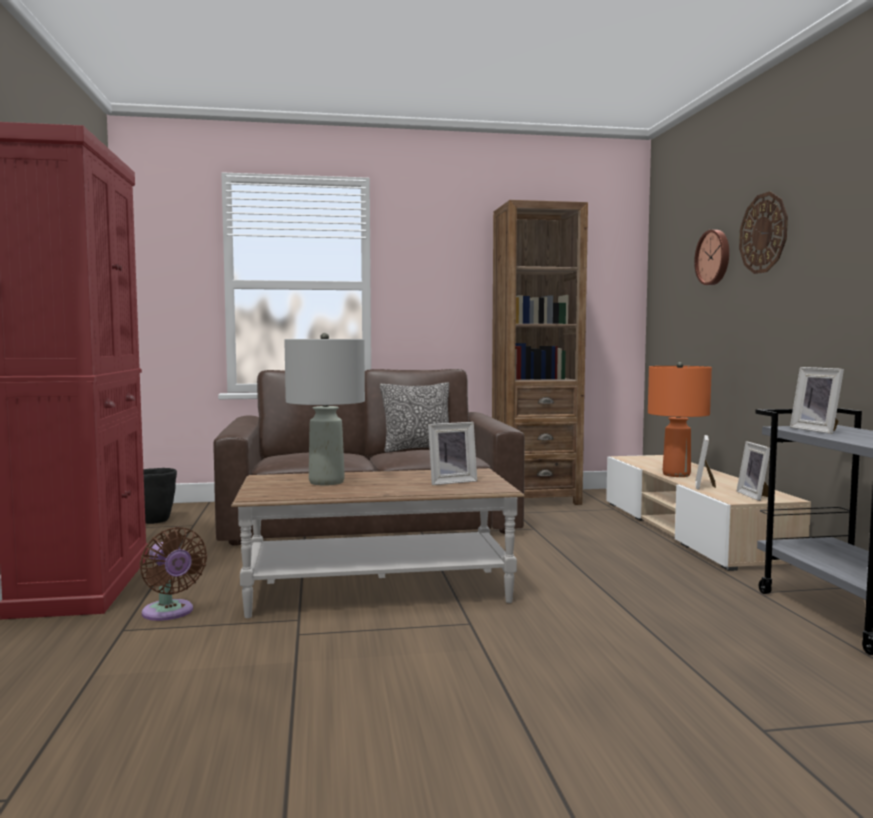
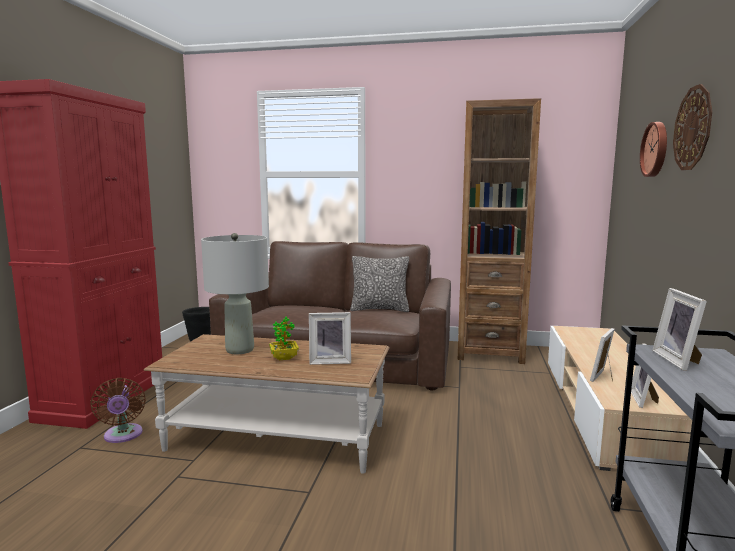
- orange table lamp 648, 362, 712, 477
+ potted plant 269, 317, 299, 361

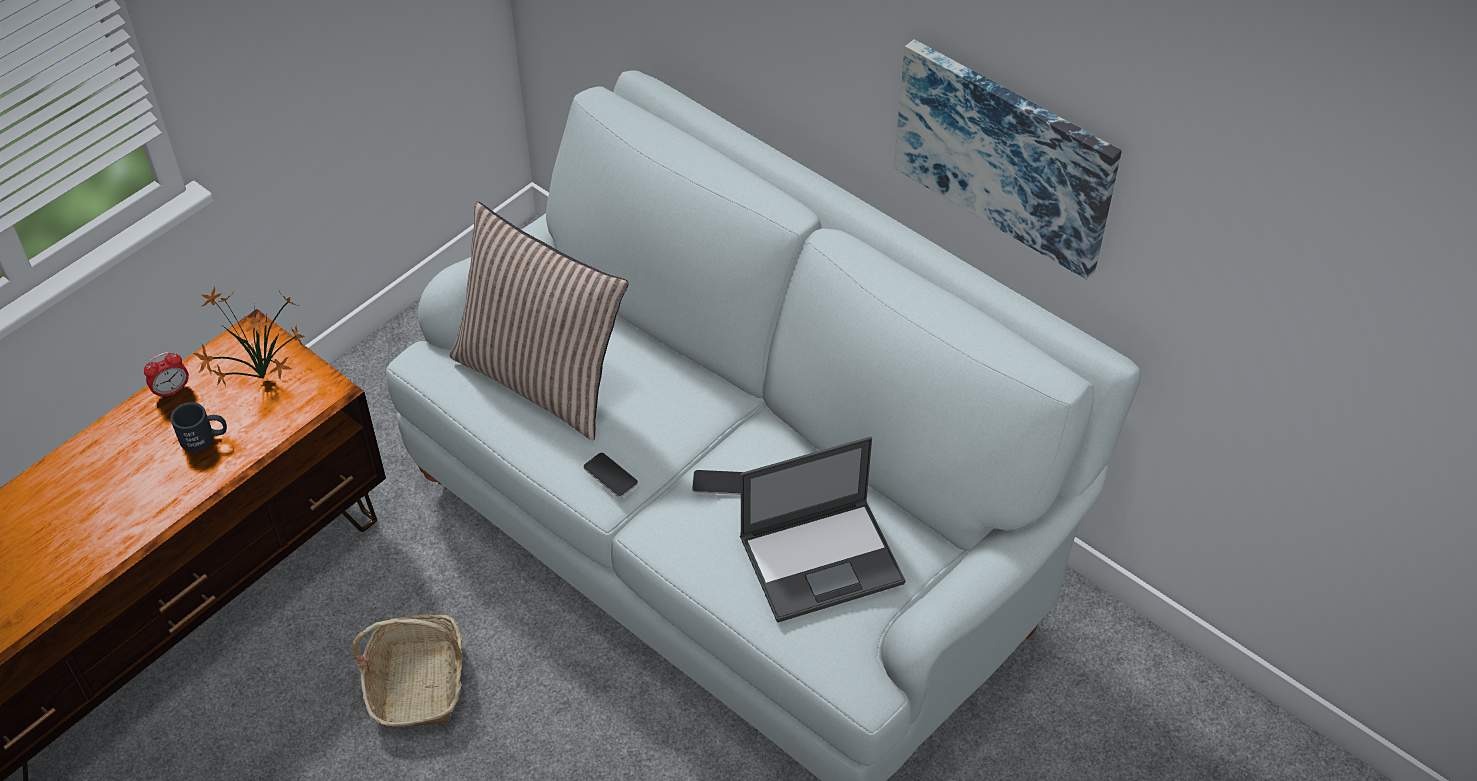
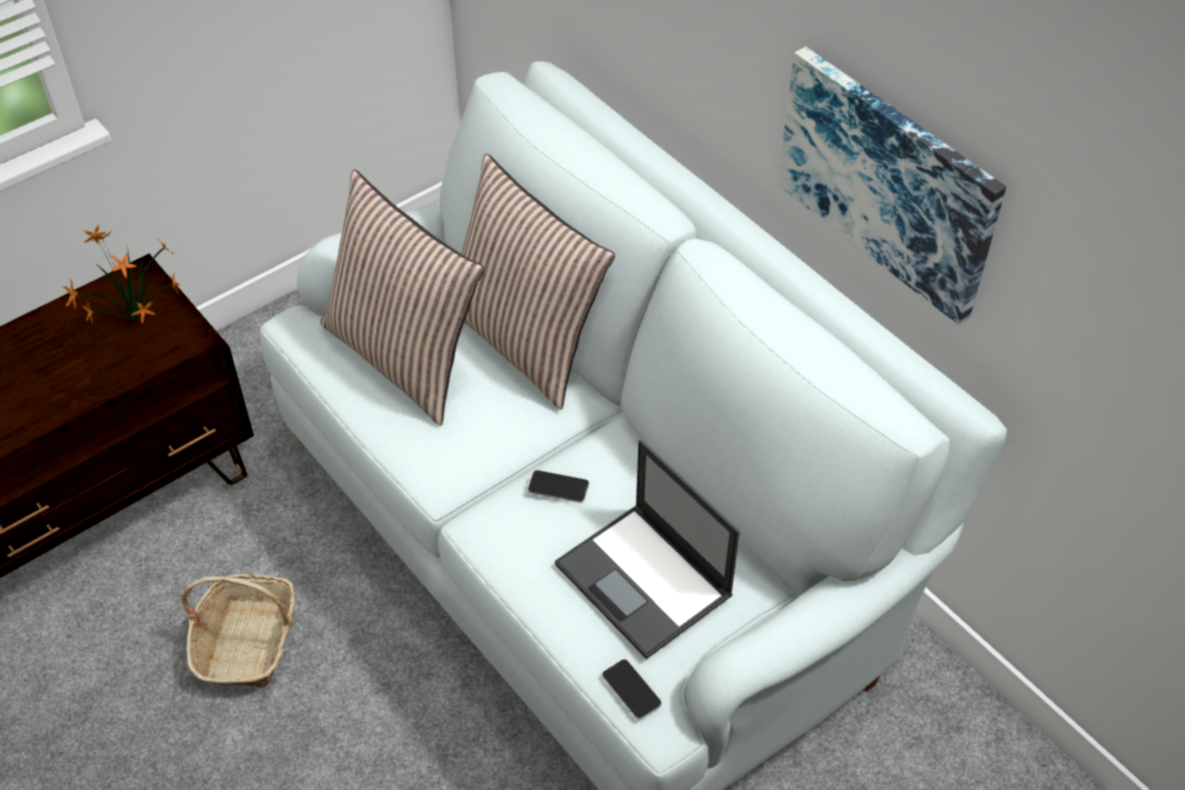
- alarm clock 144, 352, 189, 399
- black mug 170, 402, 227, 452
~ phone 583, 452, 638, 498 to 602, 659, 662, 720
~ laptop 740, 436, 906, 622 = 555, 439, 740, 659 60 degrees clockwise
+ pillow 462, 153, 615, 410

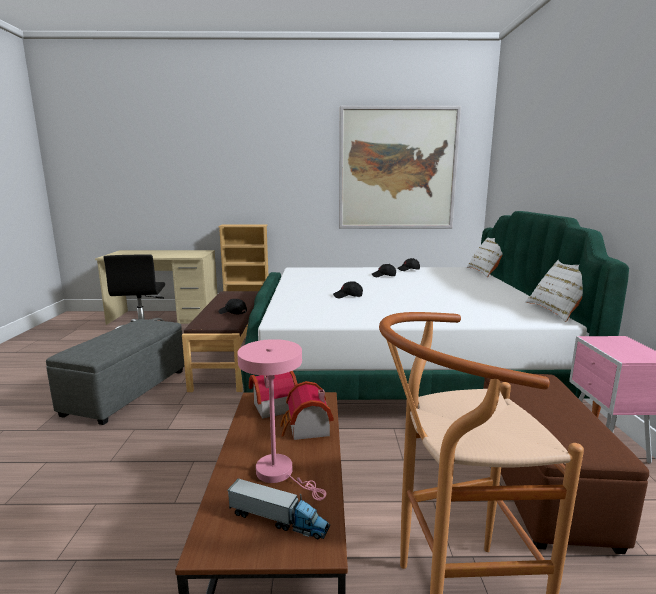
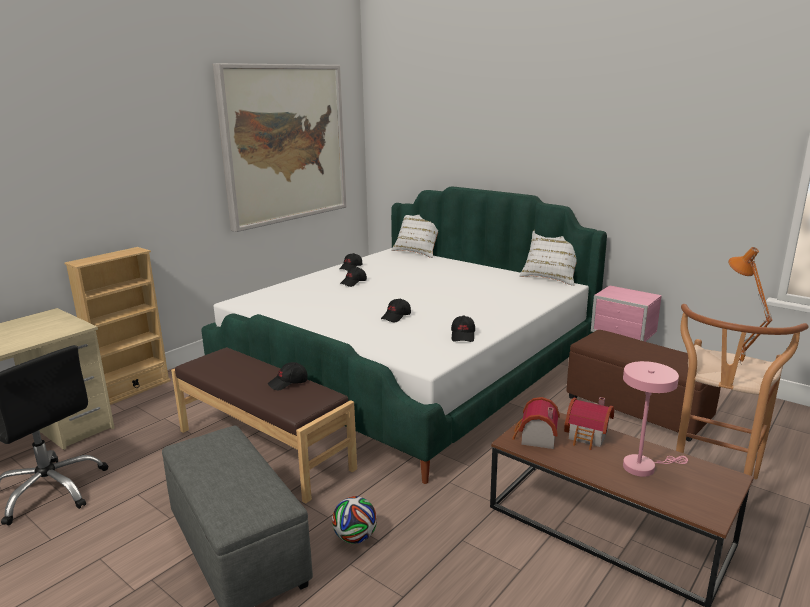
- toy truck 228, 478, 330, 539
+ football 332, 496, 377, 544
+ black cap 451, 315, 475, 342
+ orange table lamp 728, 247, 772, 363

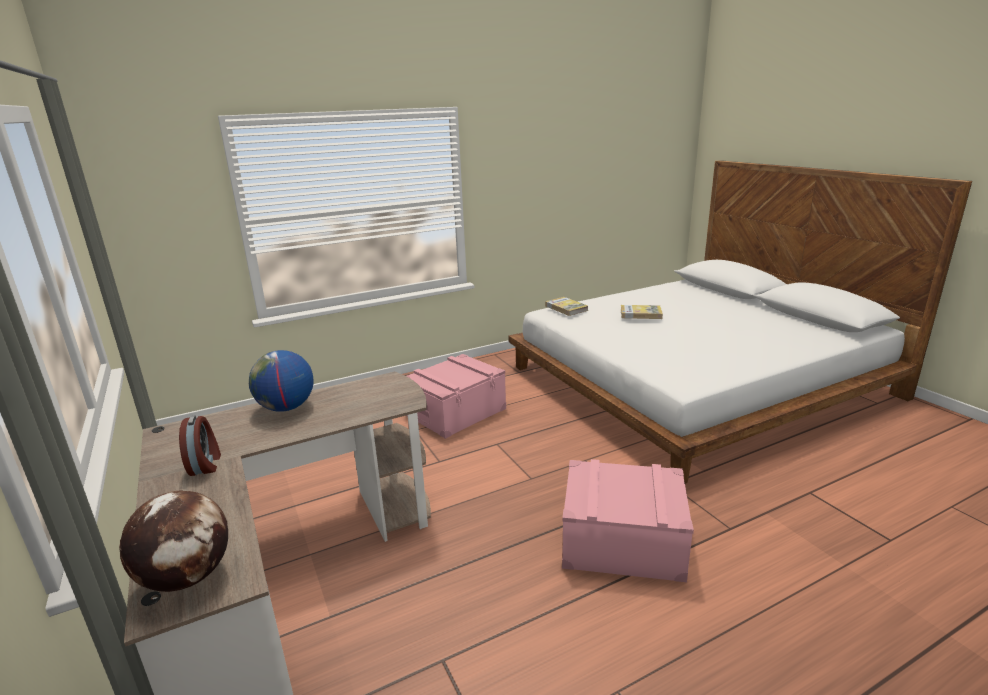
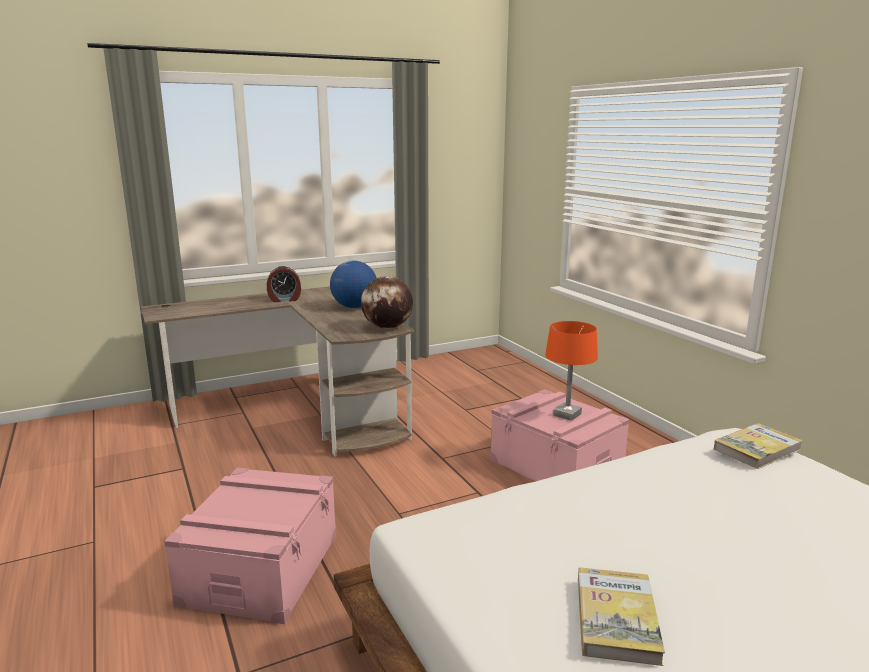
~ globe 119, 490, 228, 592 to 361, 276, 413, 329
~ book 621, 305, 663, 319 to 578, 567, 665, 666
+ orange table lamp 545, 321, 598, 421

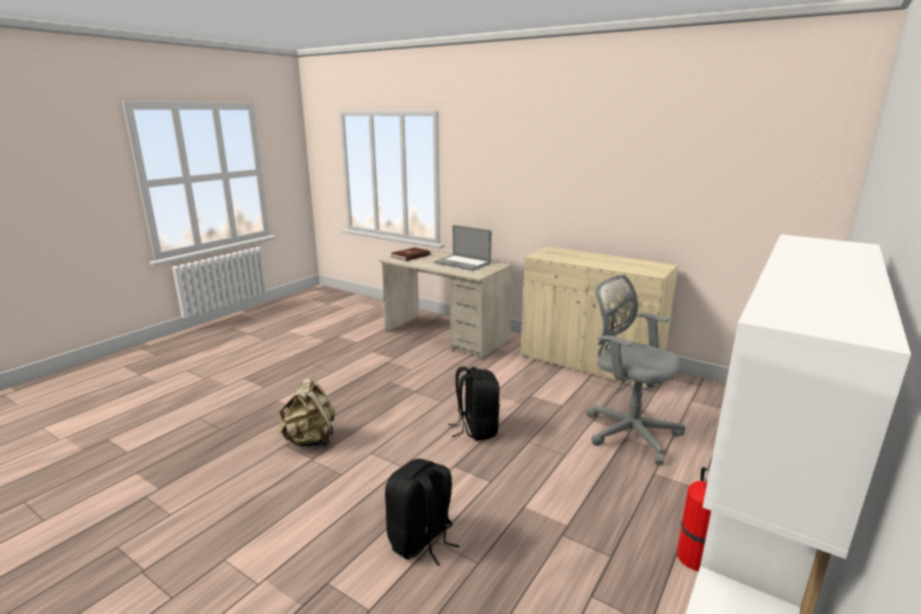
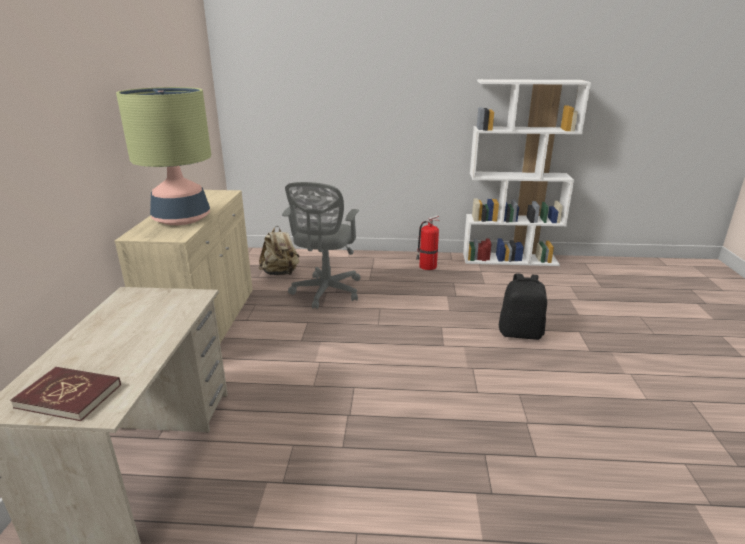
~ beige backpack 278, 379, 335, 447 to 259, 226, 300, 275
- laptop 434, 225, 492, 271
- black backpack 448, 367, 500, 441
+ table lamp 116, 87, 211, 225

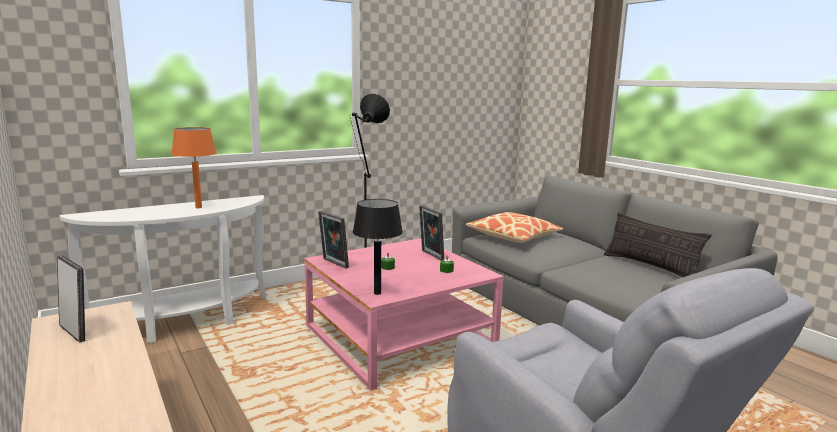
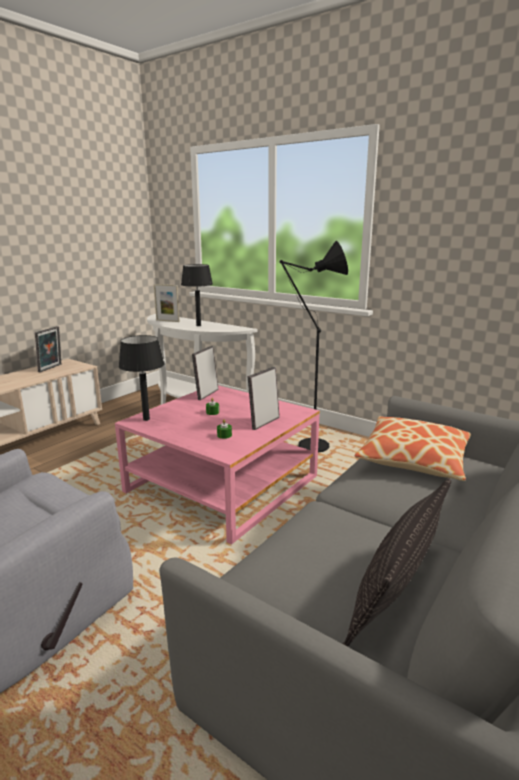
~ orange table lamp 171, 127, 217, 208 to black table lamp 181, 264, 213, 326
+ picture frame 154, 284, 180, 322

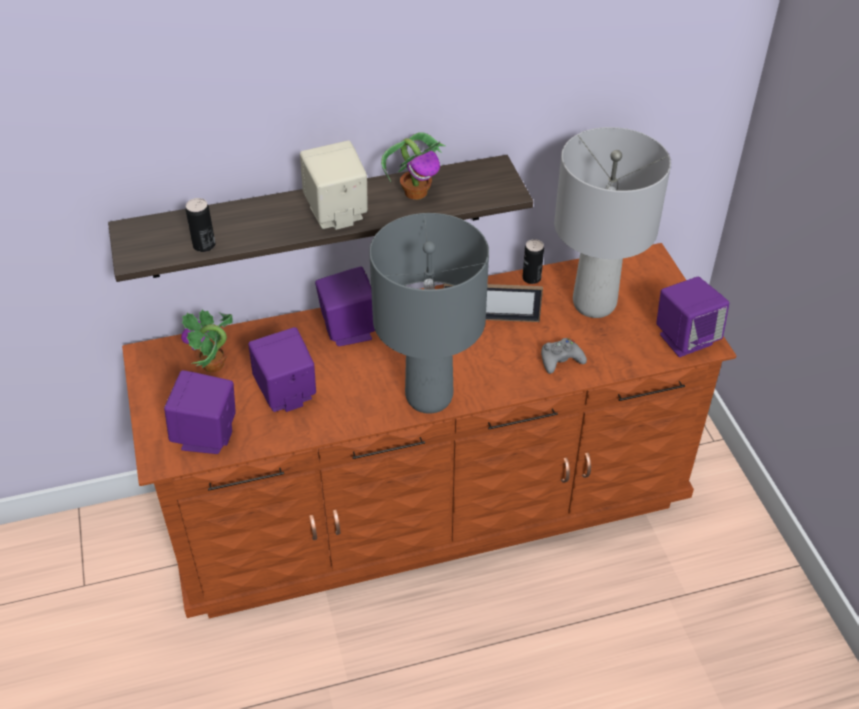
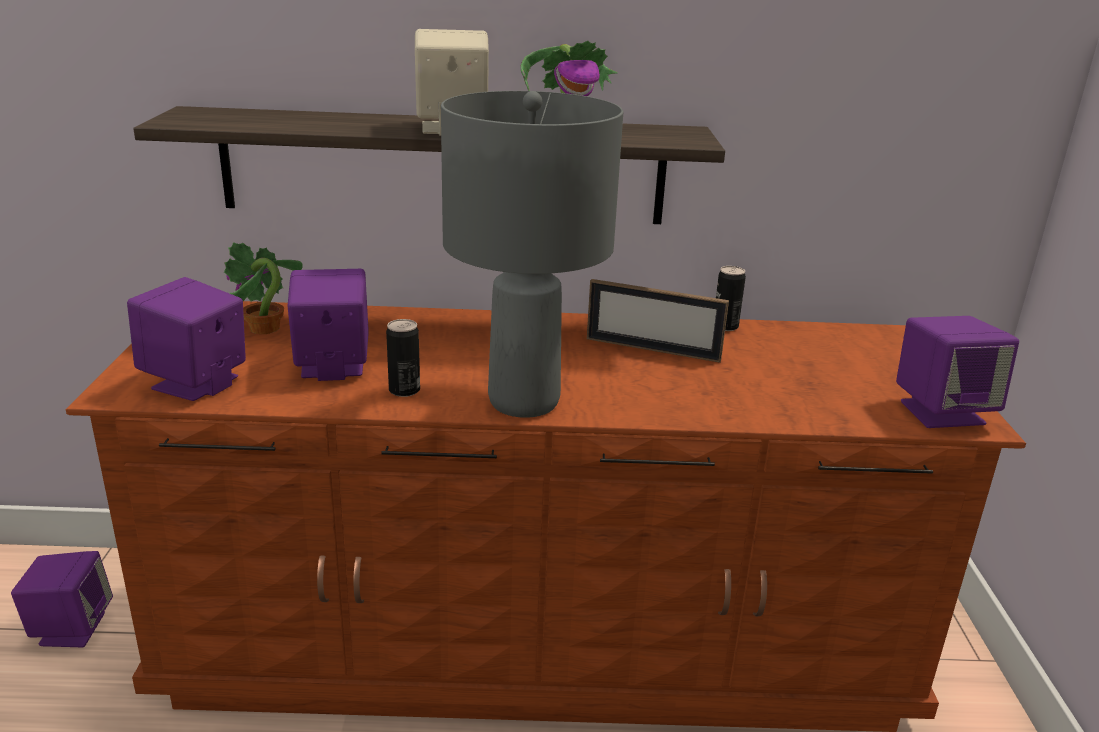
~ can 186, 198, 215, 252 to 386, 319, 420, 397
~ purple speaker 315, 267, 375, 346 to 11, 551, 113, 647
- grey game controller 541, 338, 587, 374
- grey table lamp 554, 127, 671, 318

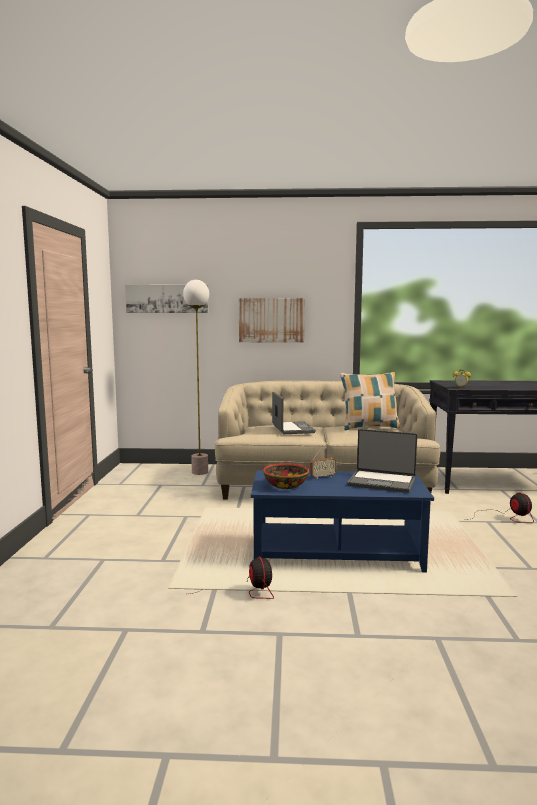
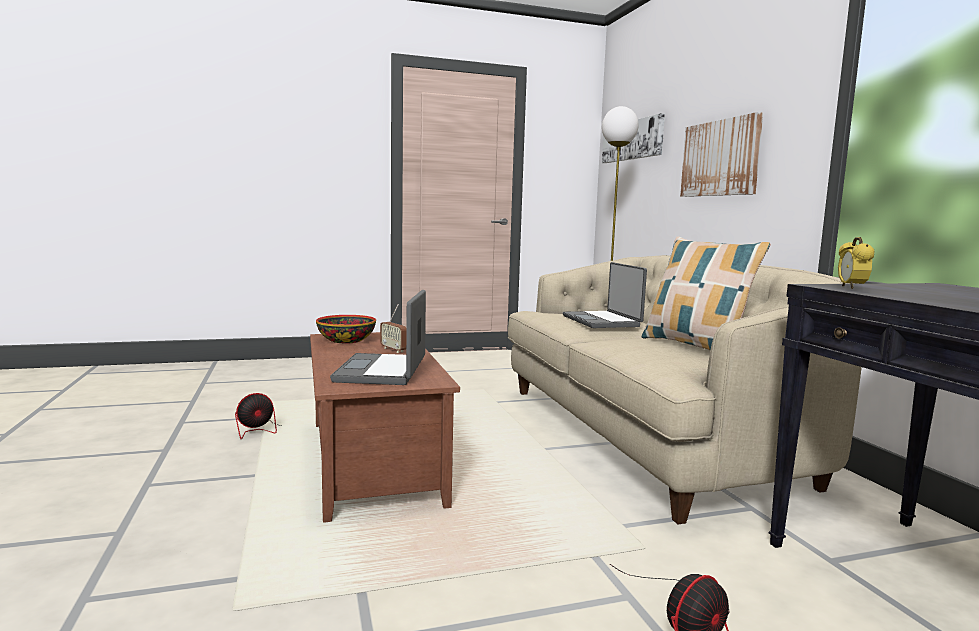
~ blue coffee table 251, 470, 434, 572 to brown coffee table 310, 332, 460, 523
~ laptop 272, 392, 316, 434 = 563, 262, 647, 328 105 degrees clockwise

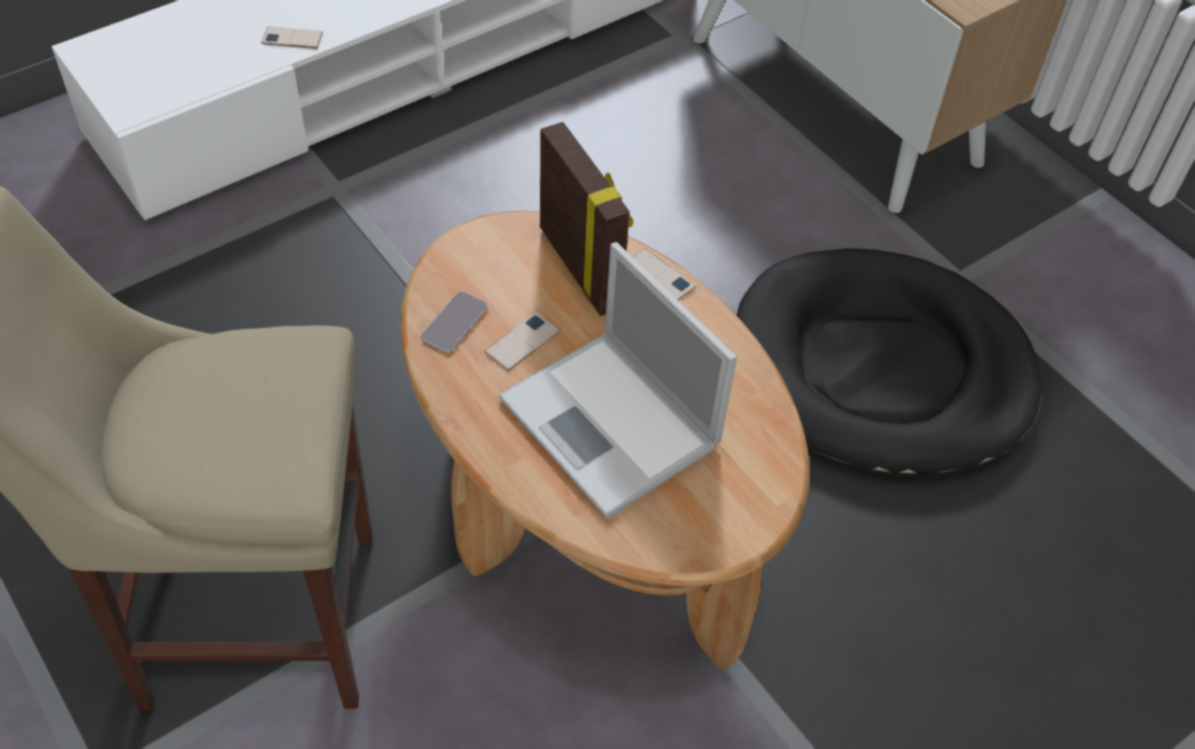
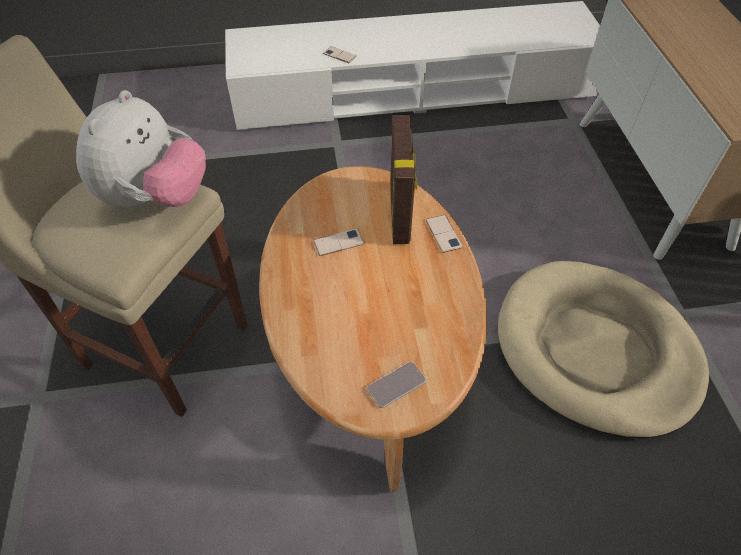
~ phone 421, 291, 488, 353 to 367, 362, 426, 408
- laptop 498, 242, 737, 518
~ black dog bed 737, 248, 1042, 477 to beige dog bed 498, 261, 709, 438
+ plush toy 76, 90, 206, 208

